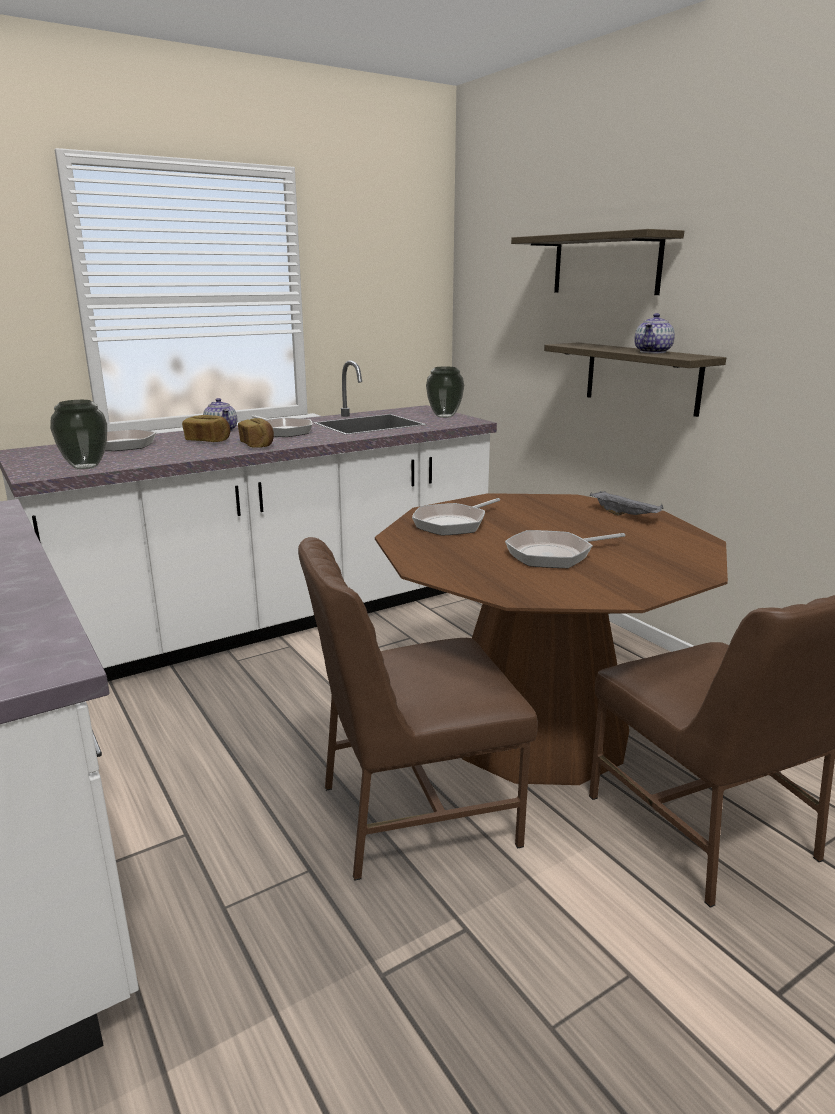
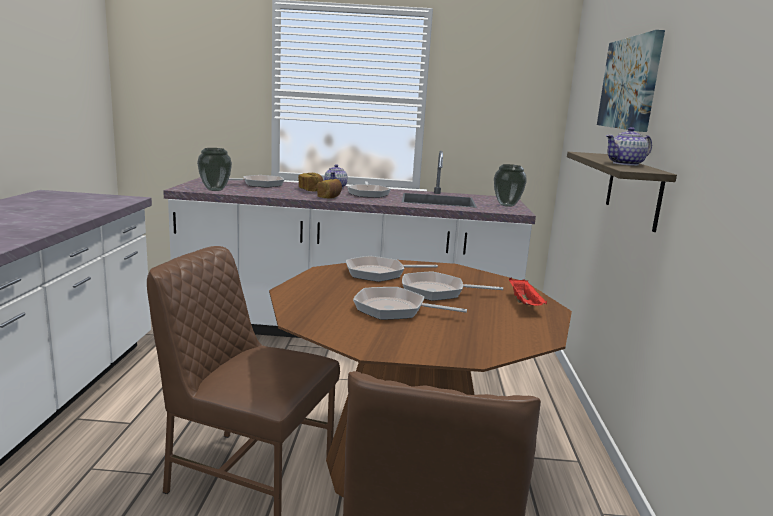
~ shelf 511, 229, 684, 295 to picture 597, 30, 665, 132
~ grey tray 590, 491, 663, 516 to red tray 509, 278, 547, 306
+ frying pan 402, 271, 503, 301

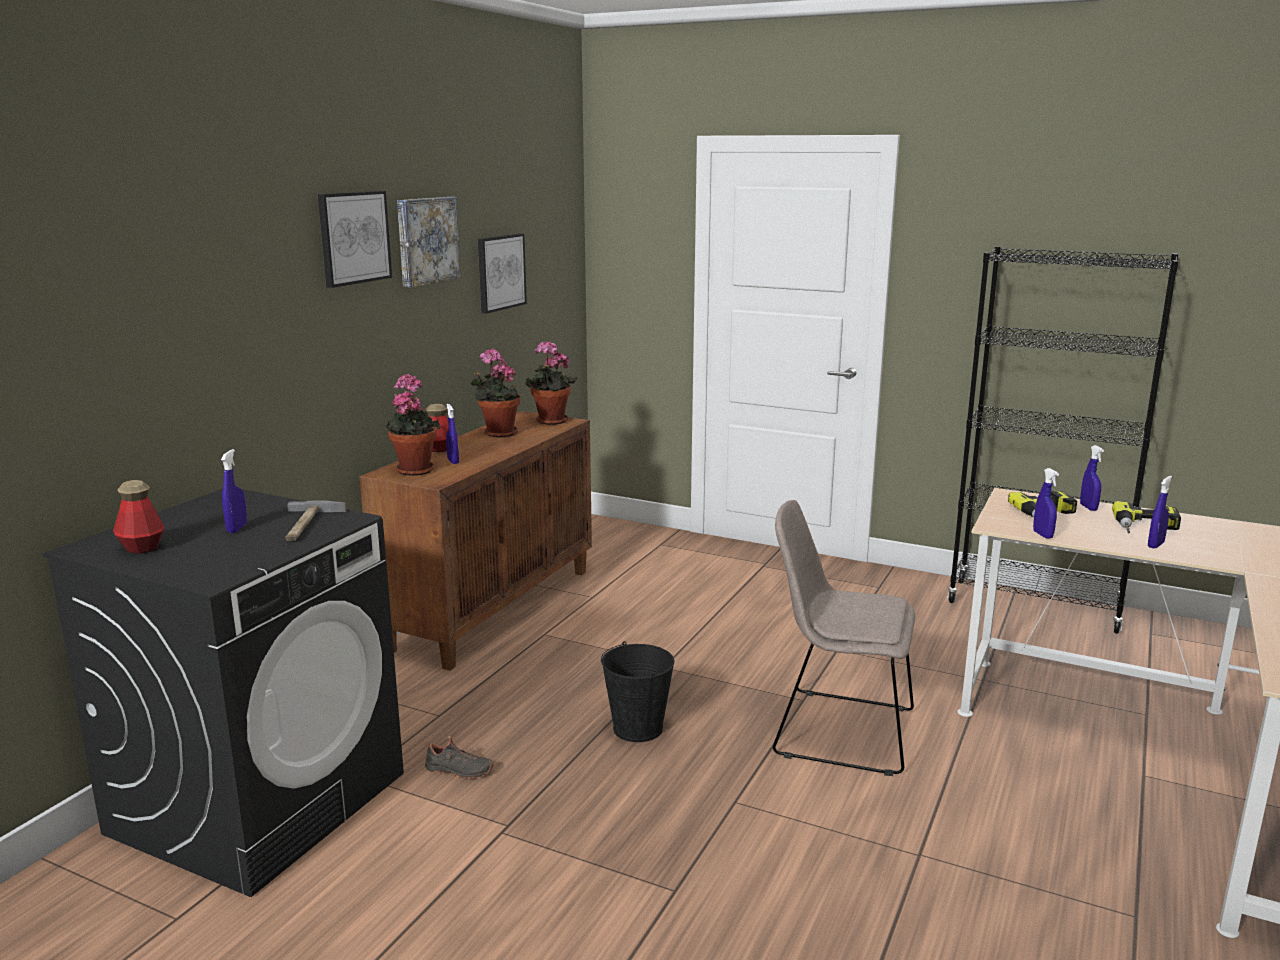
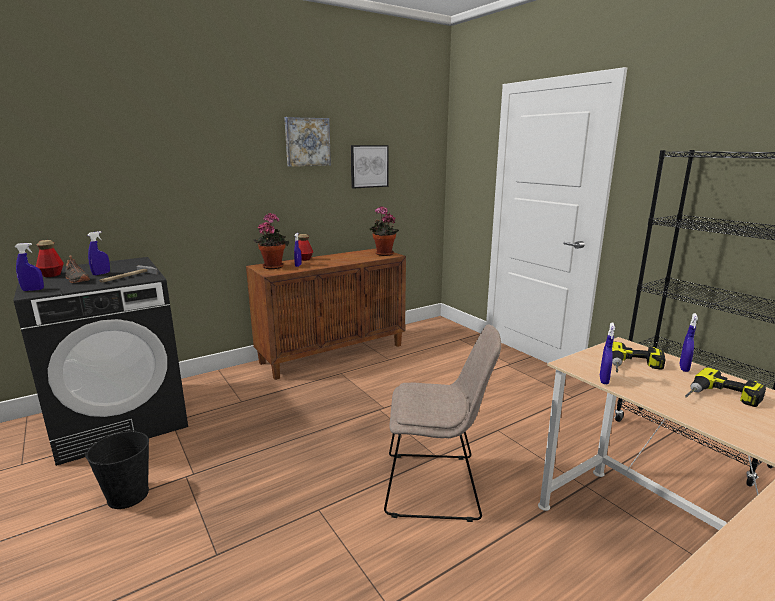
- picture 317, 191, 392, 288
~ black shoe 425, 736, 494, 779 to 65, 255, 90, 283
- potted plant 470, 348, 520, 437
~ black bucket 601, 641, 674, 742 to 85, 429, 149, 509
~ beige chair 773, 500, 915, 776 = 384, 324, 501, 522 135 degrees clockwise
~ blue spray bottle 1148, 476, 1172, 548 to 14, 243, 44, 291

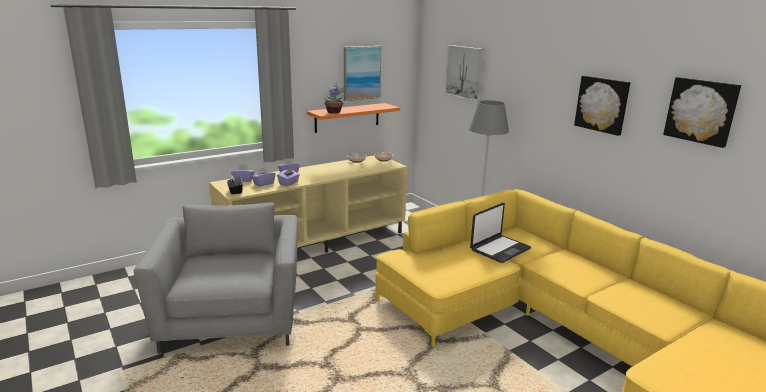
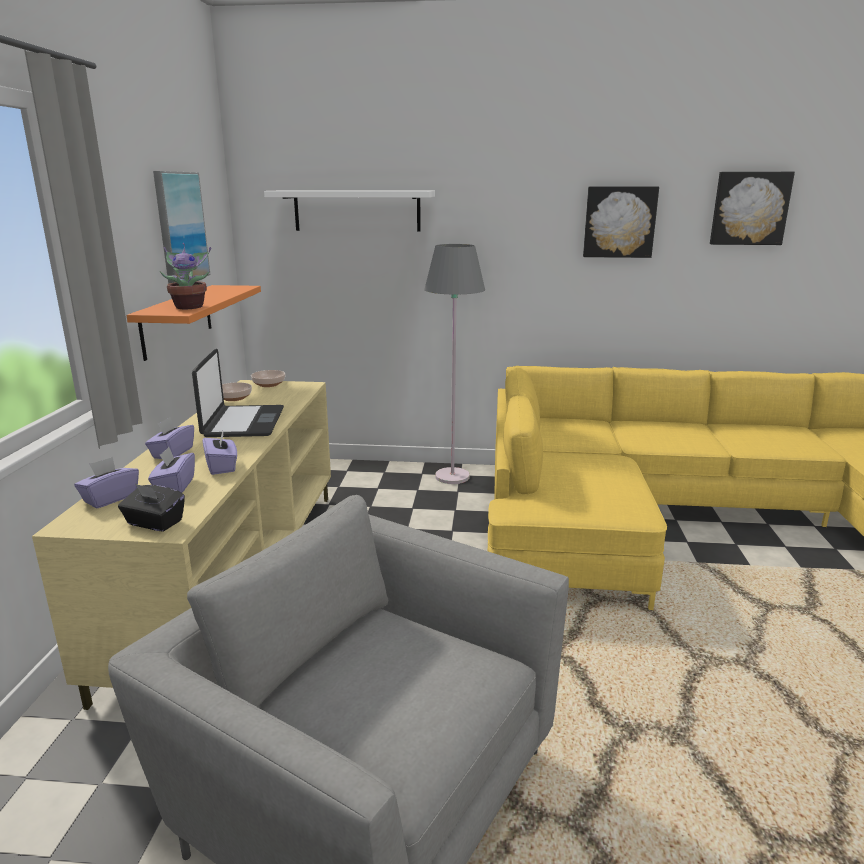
~ picture 445, 45, 485, 102 to white shelf 264, 190, 435, 232
~ laptop 470, 203, 531, 263 to 192, 349, 284, 437

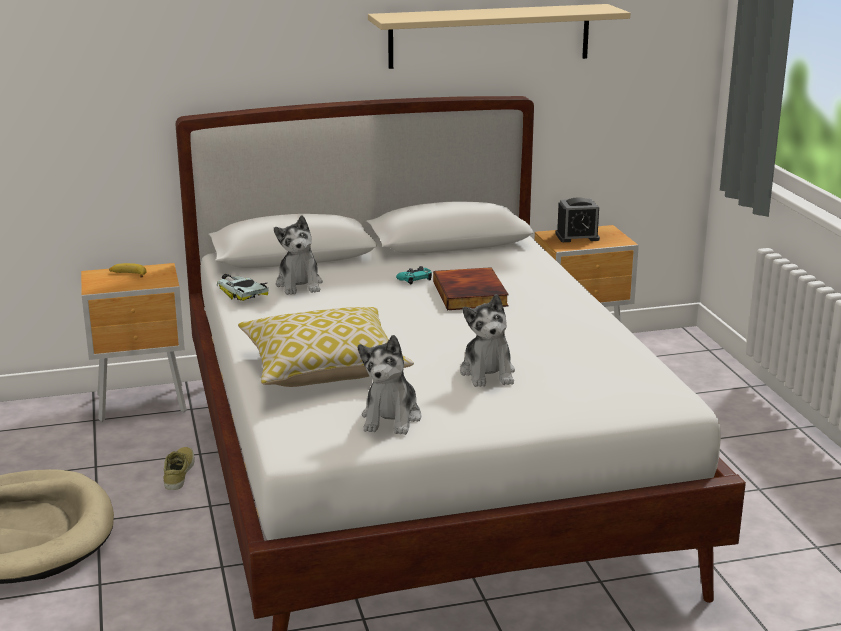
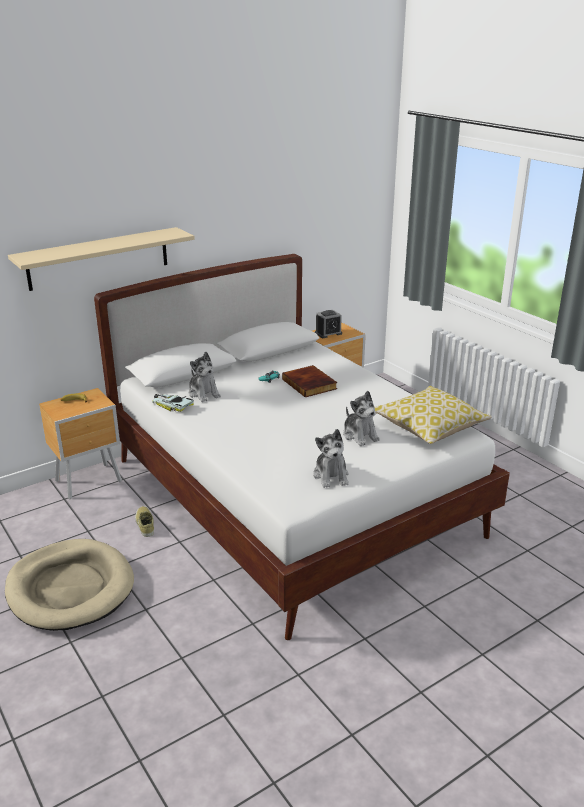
~ pillow 238, 307, 414, 387 to 375, 386, 492, 444
~ beige shelf 368, 4, 630, 69 to 8, 227, 195, 291

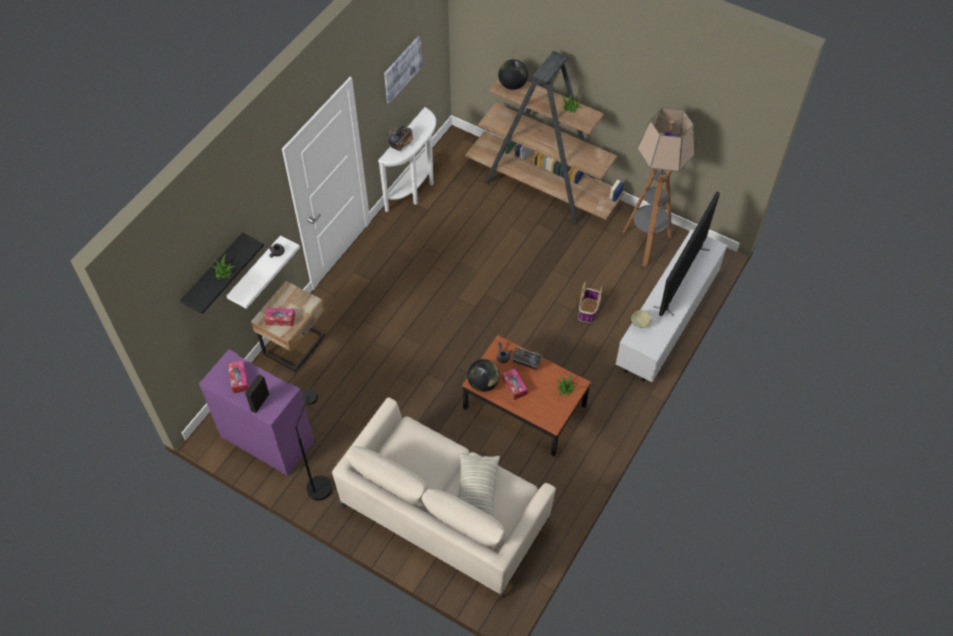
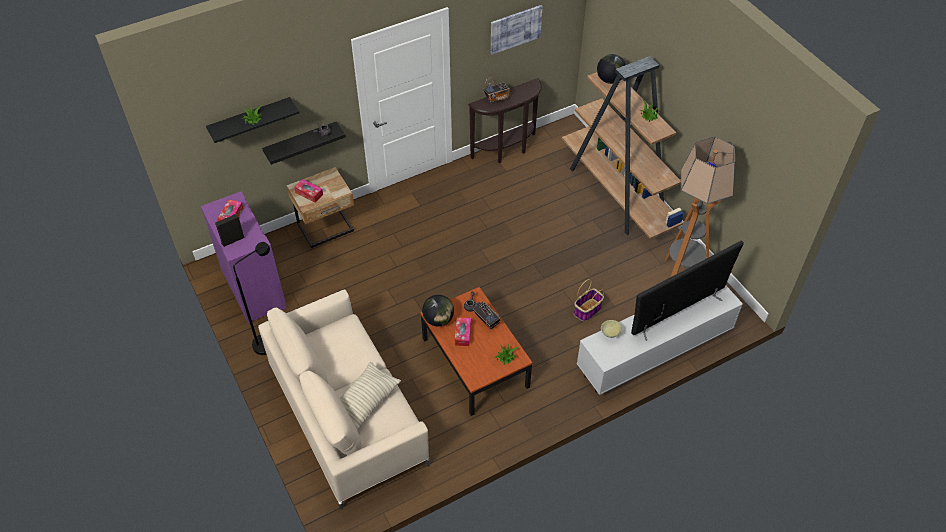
~ white shelf 227, 235, 300, 309 to black shelf 262, 121, 346, 165
~ white console table 378, 107, 436, 212 to brown console table 469, 78, 542, 163

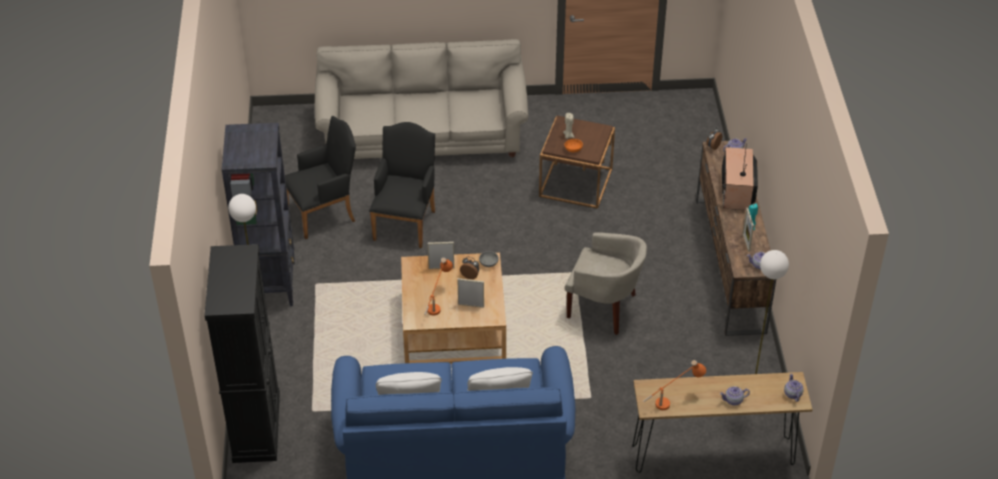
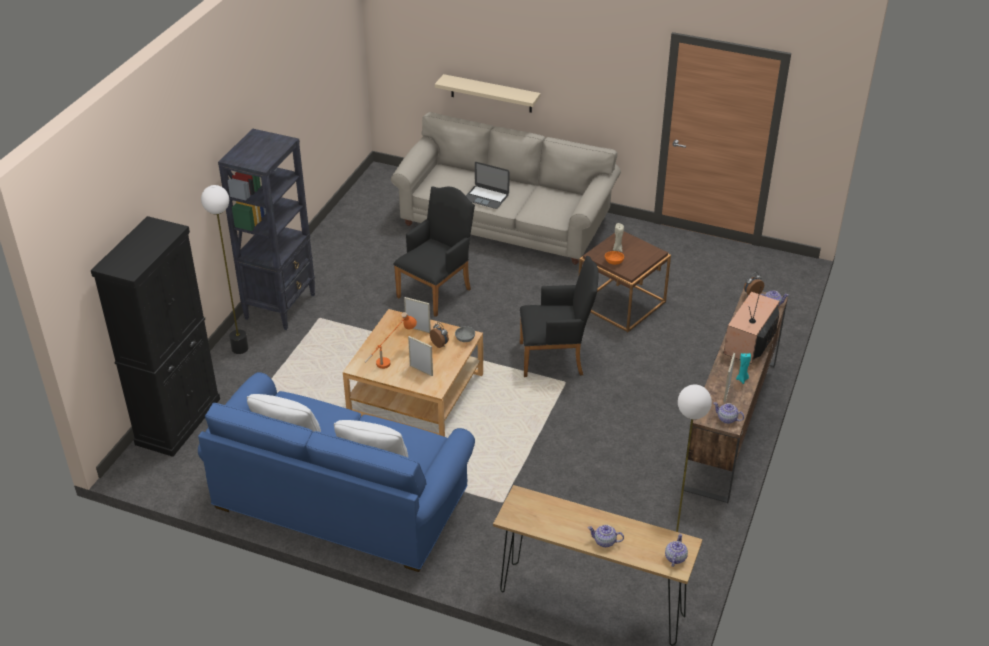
~ black armchair 285, 116, 356, 239 to 520, 256, 598, 377
- beige armchair 564, 232, 647, 335
- orange table lamp 643, 360, 706, 410
+ beige shelf 435, 74, 540, 113
+ laptop 466, 162, 509, 209

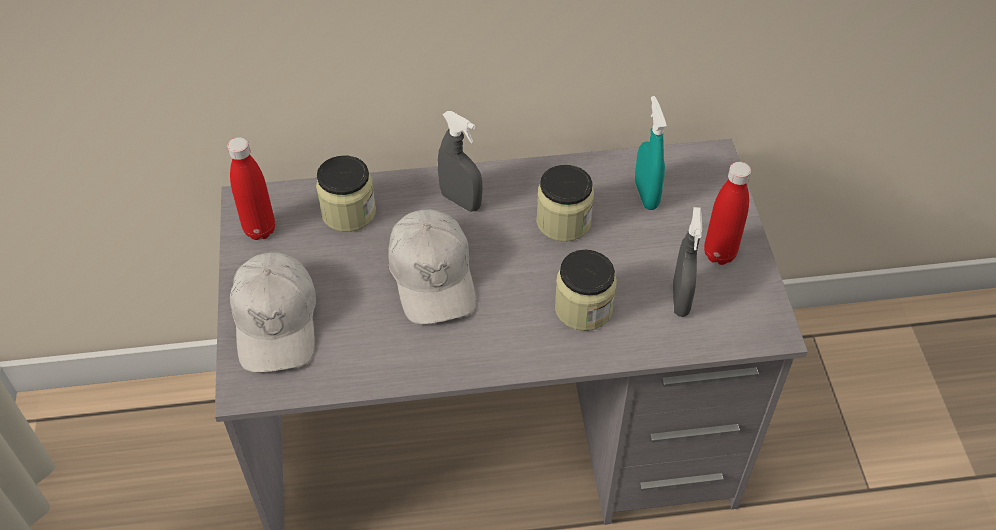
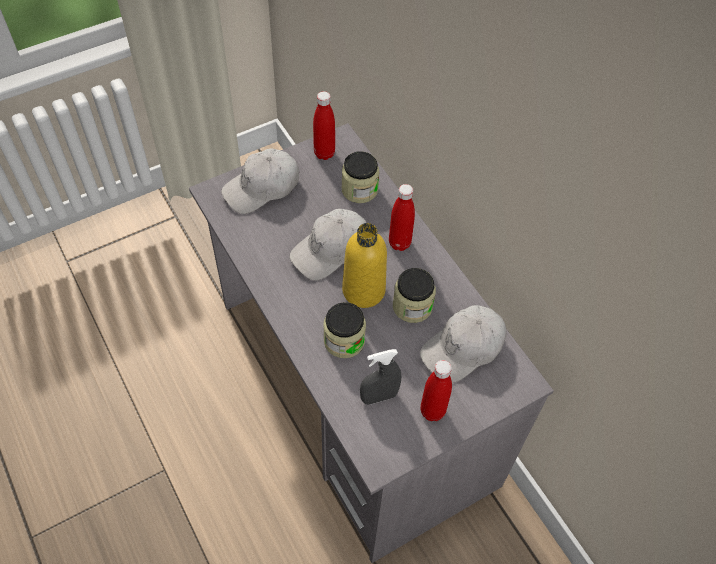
~ grey spray bottle 438, 111, 483, 212 to red bottle 389, 184, 415, 251
~ turquoise spray bottle 635, 96, 667, 210 to white cap 420, 305, 506, 383
+ yellow bottle 342, 223, 387, 308

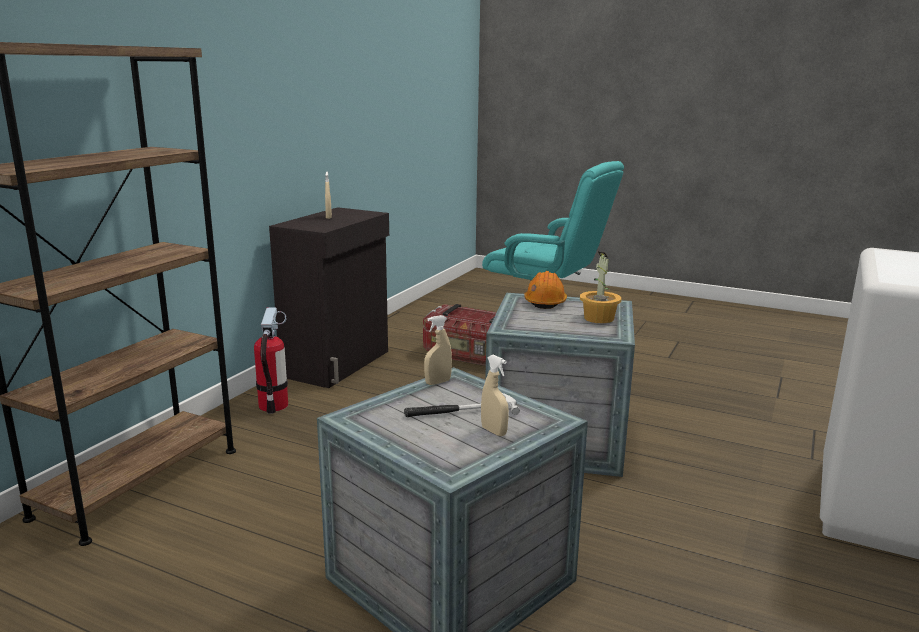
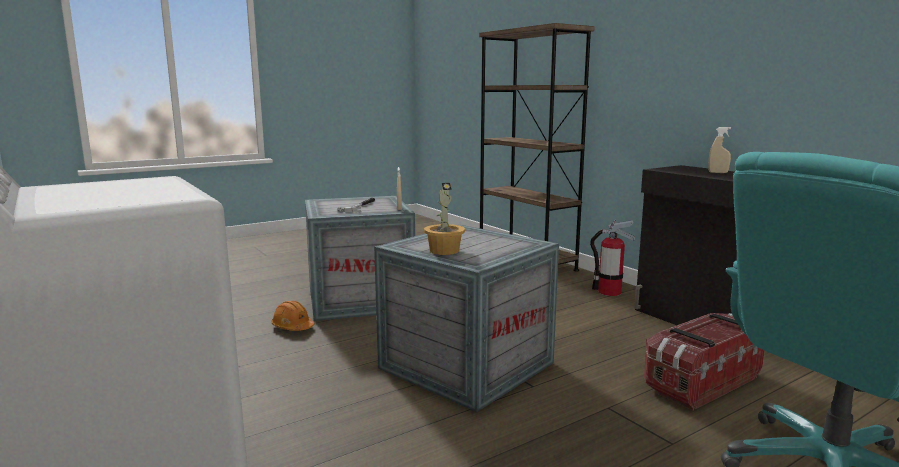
- beige spray bottle 481, 355, 509, 436
~ orange hard hat 524, 271, 567, 309 to 271, 301, 315, 331

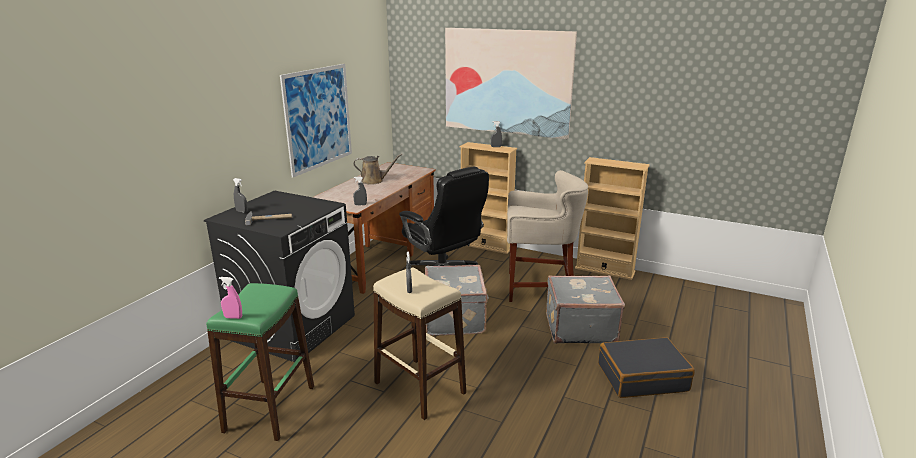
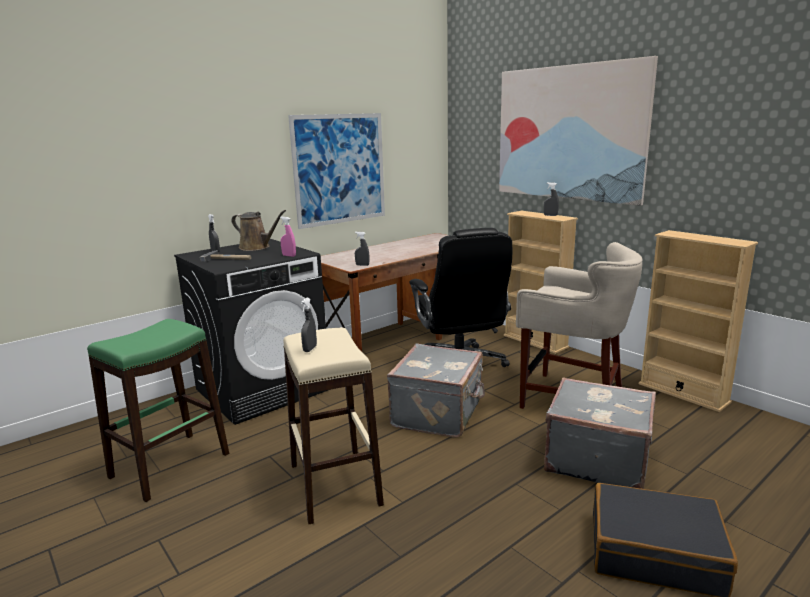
~ pink spray bottle 219, 277, 242, 319 to 280, 216, 296, 257
~ brown watering can 354, 154, 402, 185 to 232, 210, 286, 251

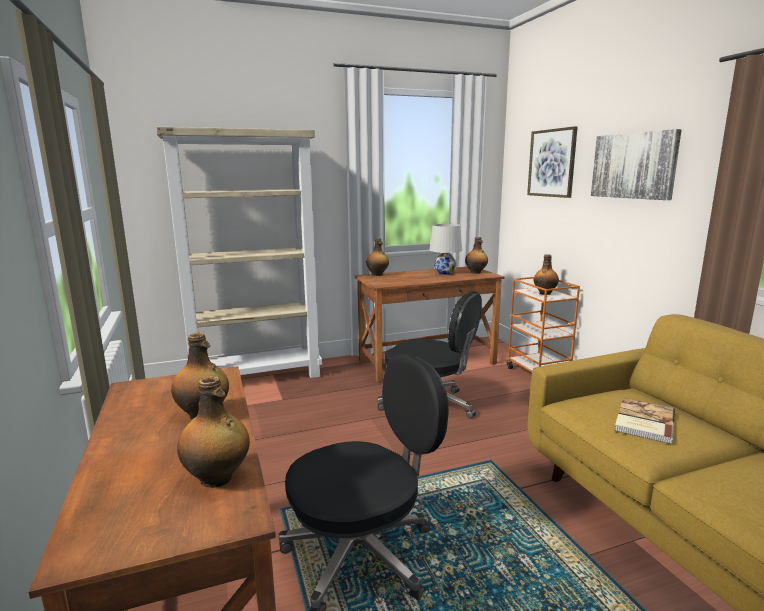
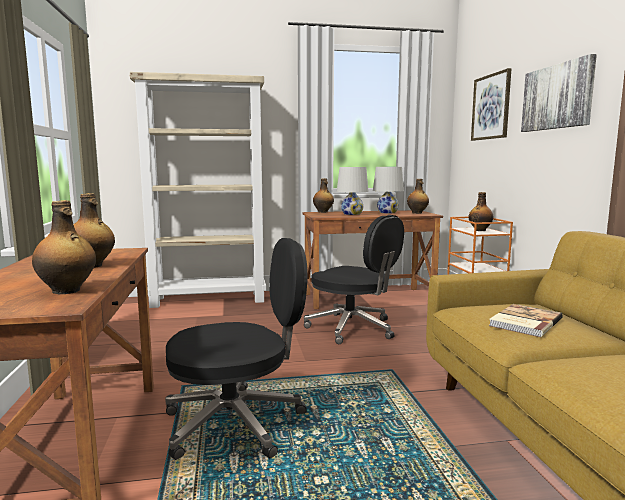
+ white table lamp 337, 167, 369, 215

